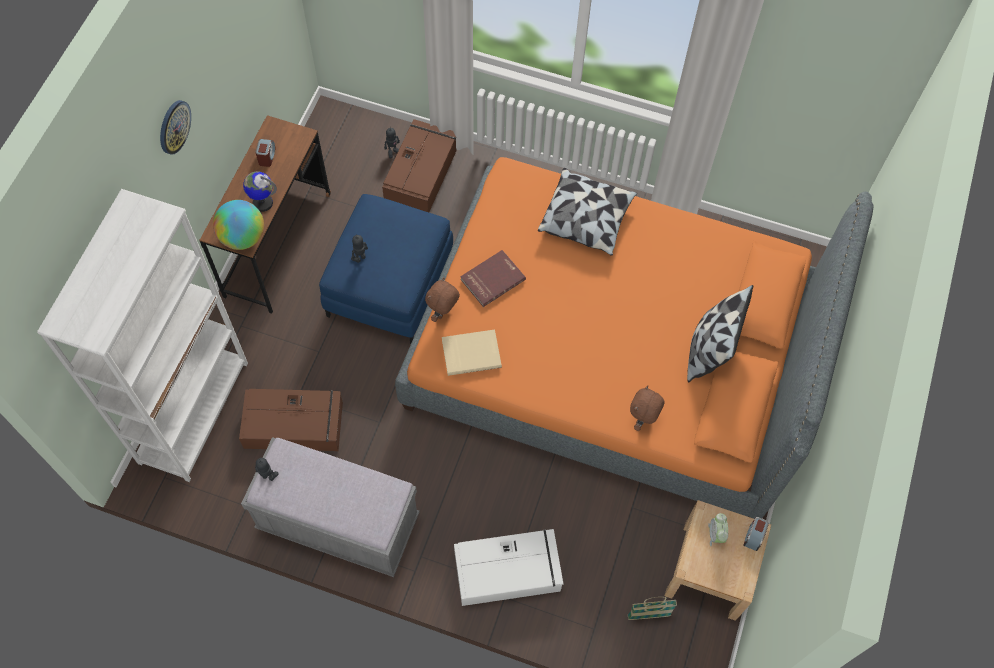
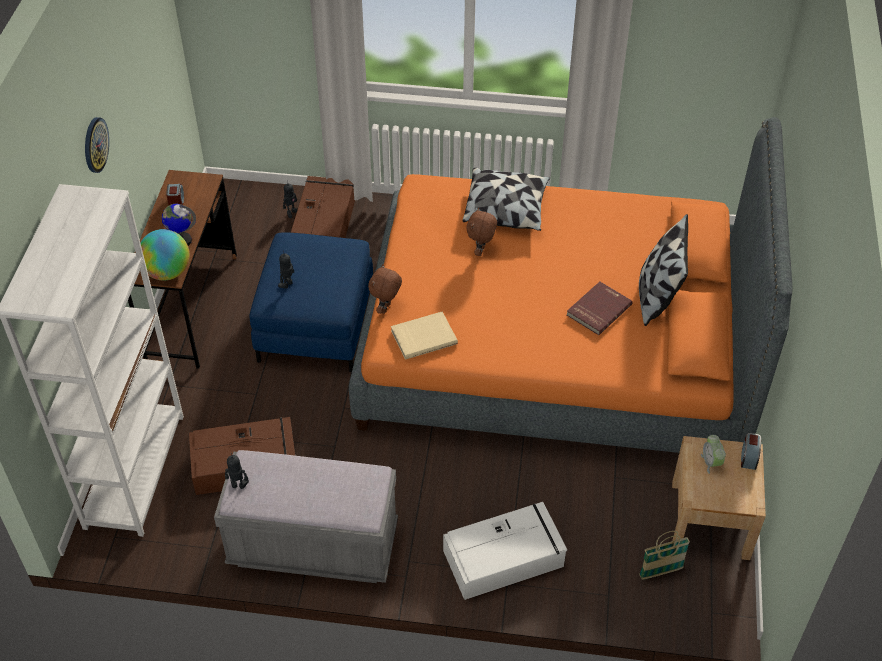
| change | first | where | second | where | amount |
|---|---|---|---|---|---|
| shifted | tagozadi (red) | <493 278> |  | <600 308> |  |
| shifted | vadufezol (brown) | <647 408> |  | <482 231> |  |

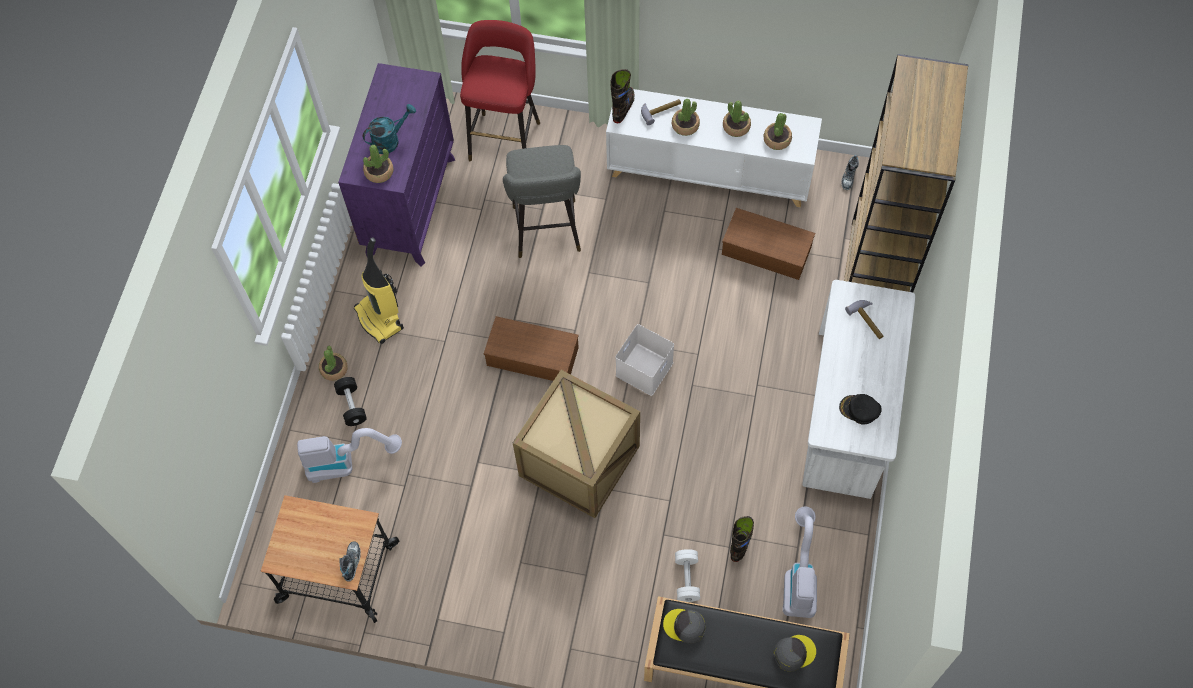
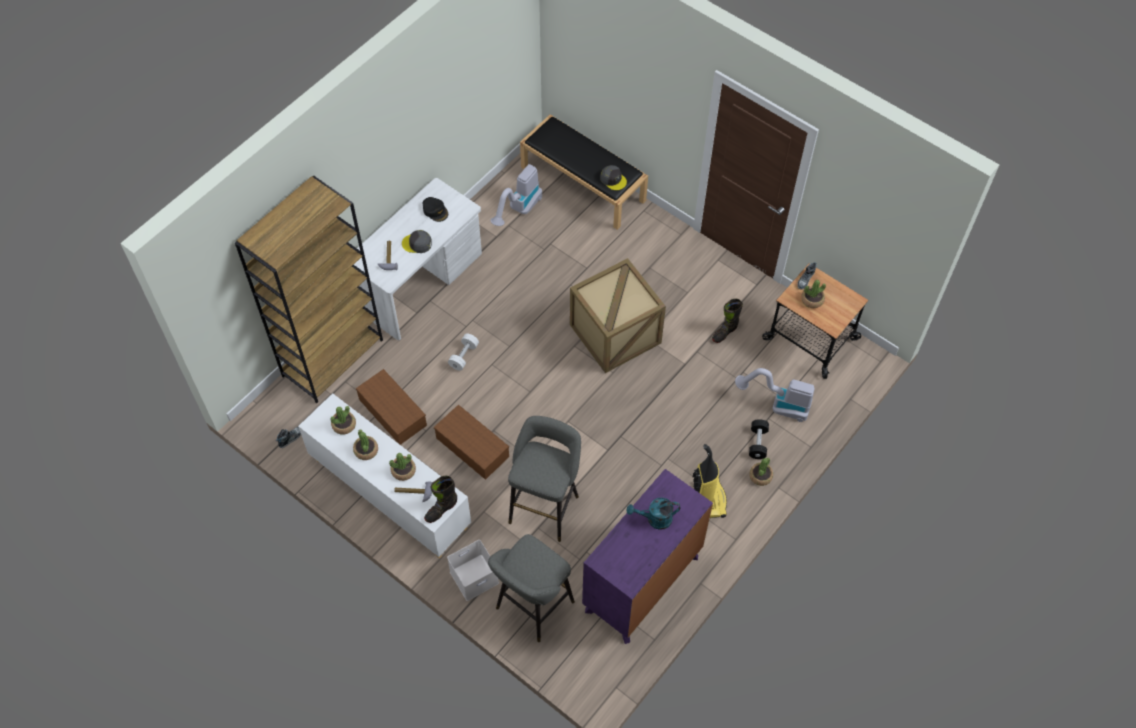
| change | first | where | second | where | amount |
|---|---|---|---|---|---|
| shifted | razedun | <378 164> |  | <813 294> |  |
| shifted | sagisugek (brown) | <531 348> |  | <471 442> |  |
| shifted | sagisugek (white) | <645 360> |  | <473 570> |  |
| shifted | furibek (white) | <687 575> |  | <463 352> |  |
| shifted | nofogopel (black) | <742 539> |  | <727 320> |  |
| shifted | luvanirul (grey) | <794 653> |  | <417 241> |  |
| repainted | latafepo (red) | <500 90> | latafepo (grey) | <531 588> |  |

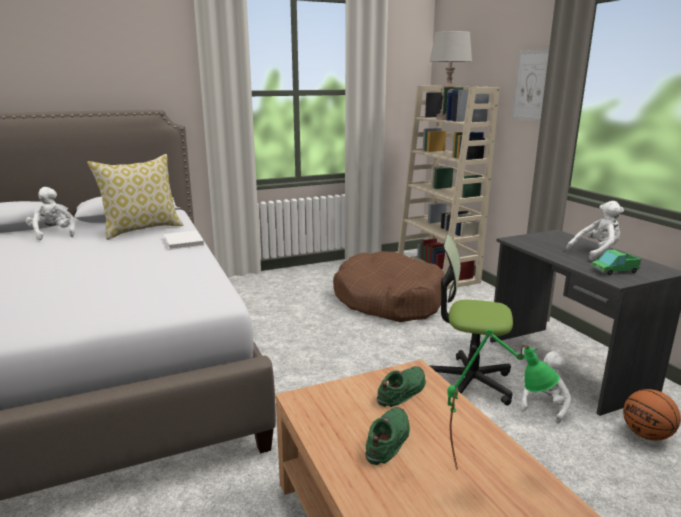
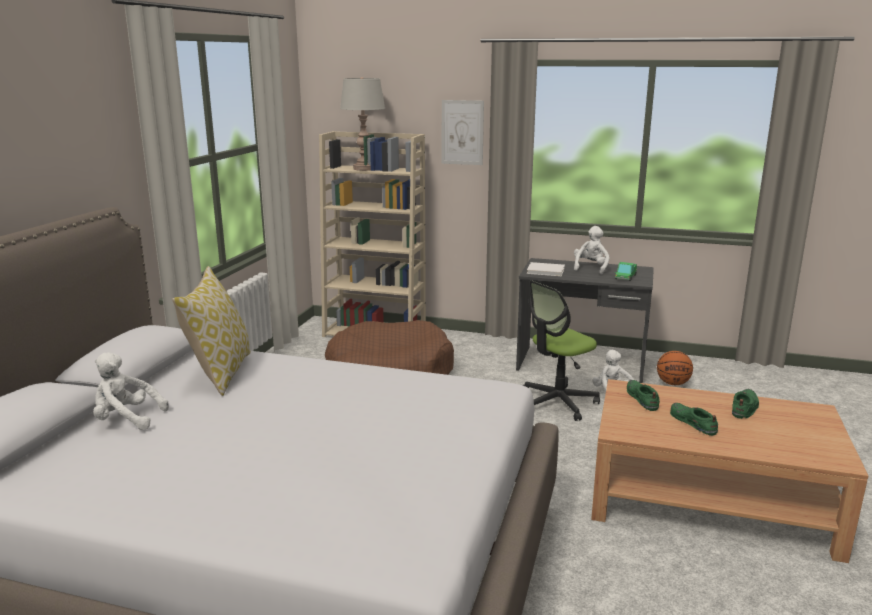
| change | first | where | second | where | amount |
|---|---|---|---|---|---|
| shifted | tagozadi (white) | <184 240> |  | <546 269> |  |
| swapped | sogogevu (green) | <503 400> | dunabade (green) | <745 404> |  |

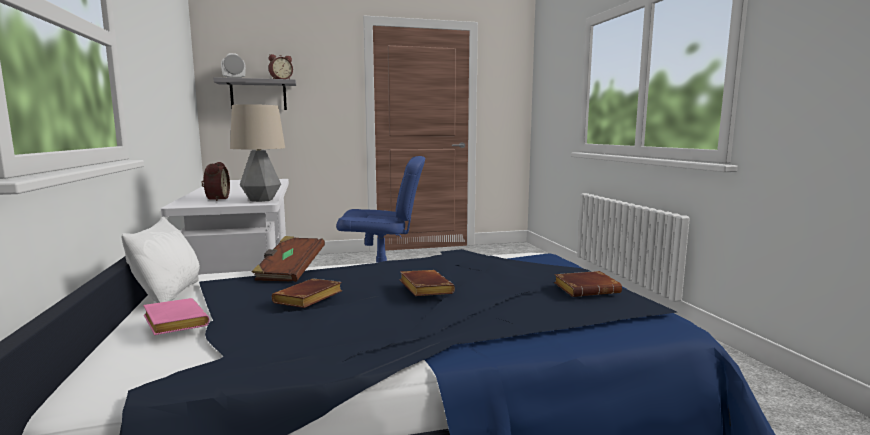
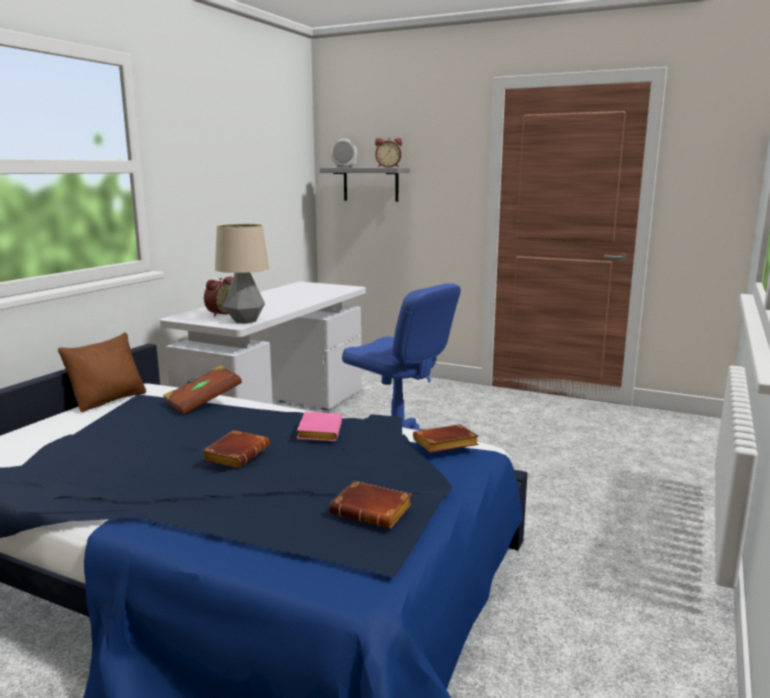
| change | first | where | second | where | amount |
|---|---|---|---|---|---|
| shifted | tagozadi (pink) | <176 316> |  | <319 426> |  |
| shifted | tagozadi (brown) | <307 293> |  | <446 438> |  |
| repainted | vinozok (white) | <160 260> | vinozok (brown) | <102 372> |  |

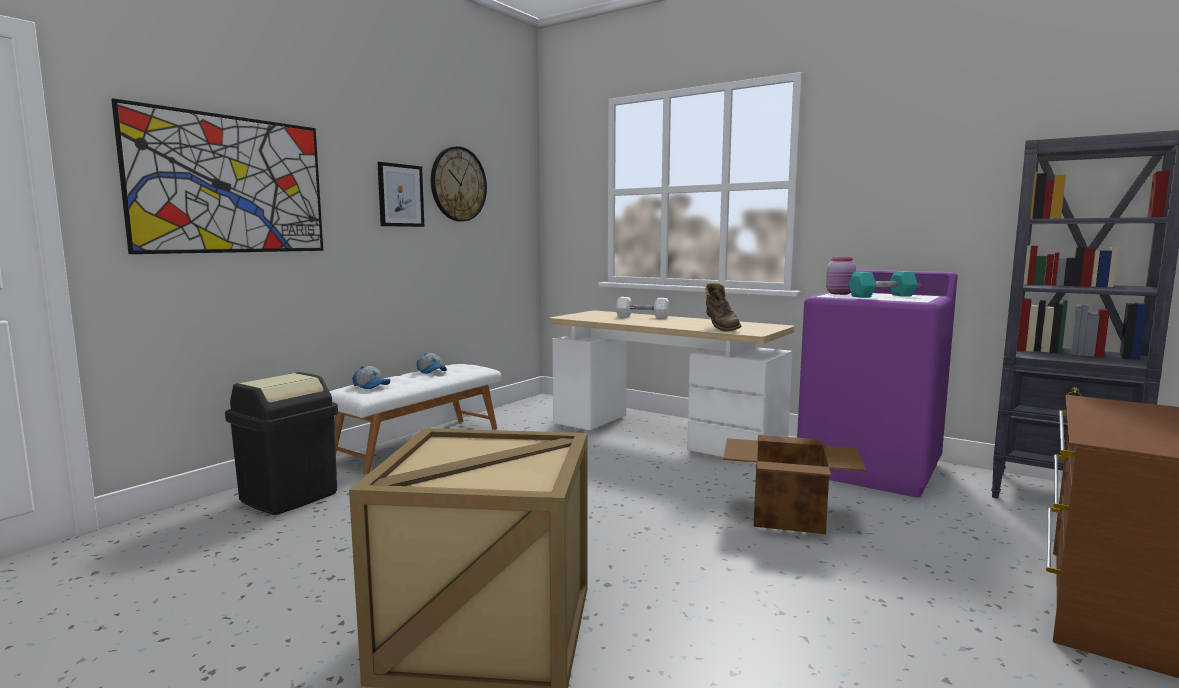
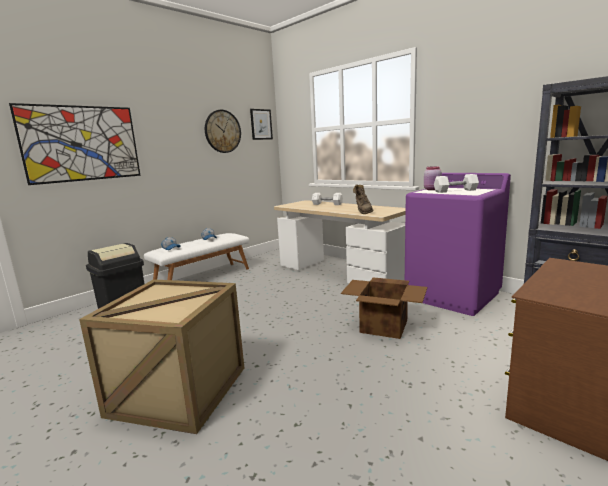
| change | first | where | second | where | amount |
|---|---|---|---|---|---|
| shifted | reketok | <401 194> |  | <261 124> |  |
| repainted | furibek (turquoise) | <883 284> | furibek (white) | <456 183> |  |

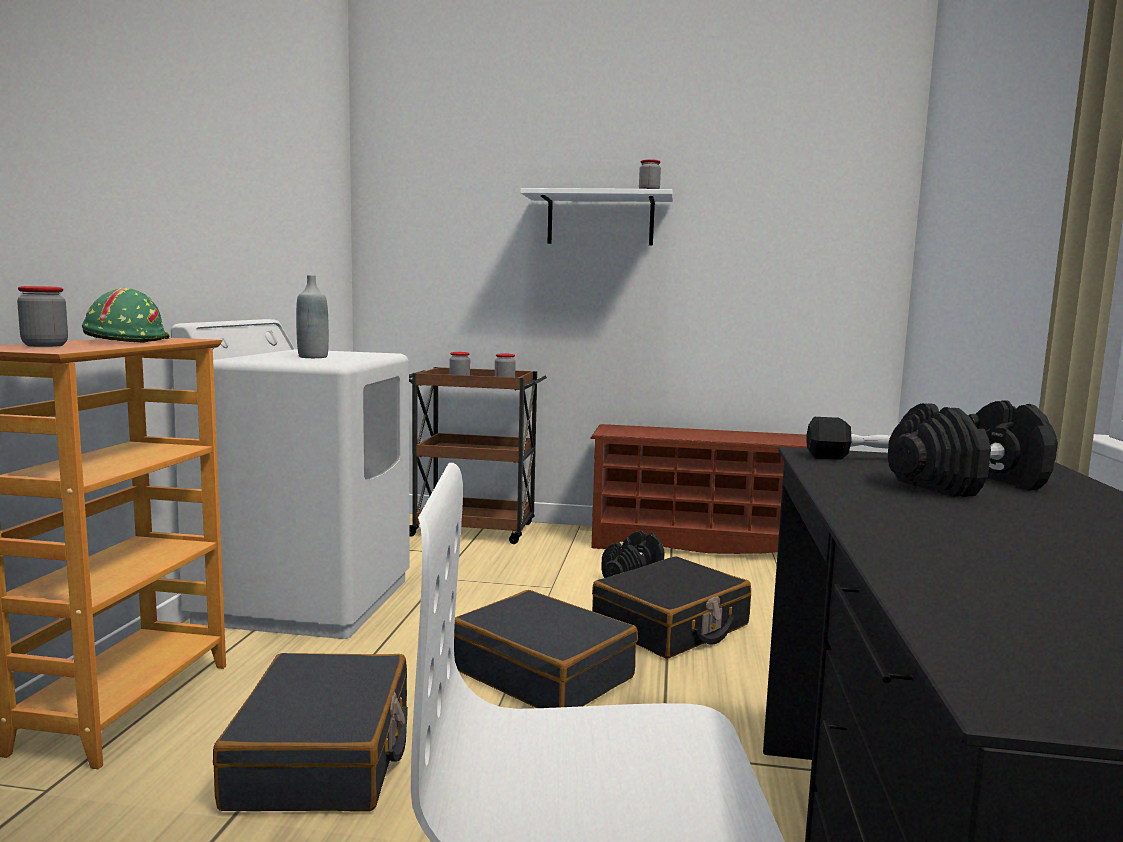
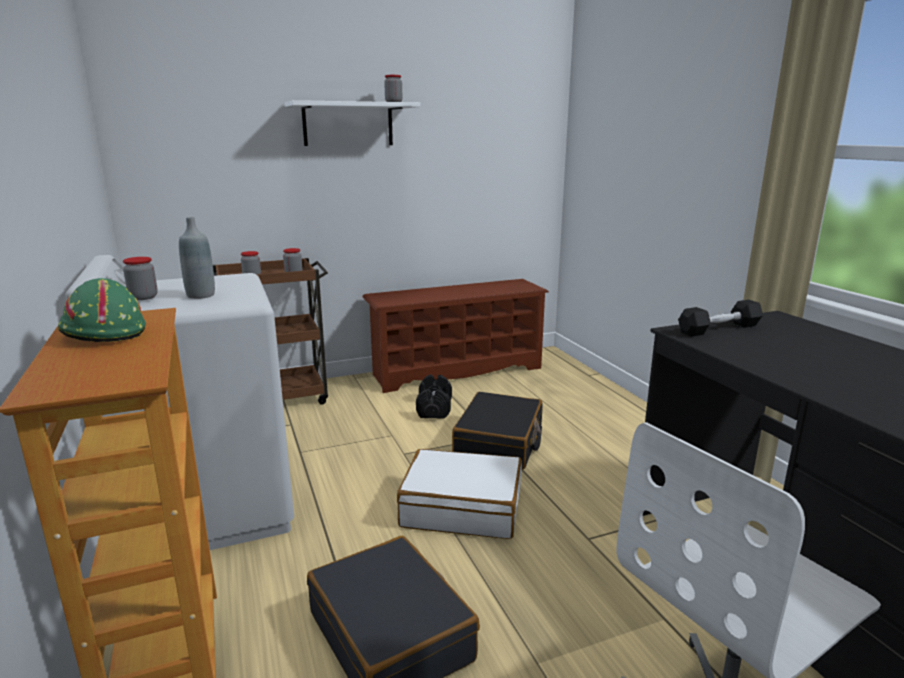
| change | first | where | second | where | amount |
|---|---|---|---|---|---|
| gone | furibek (black) | <973 448> |  |  |  |
| shifted | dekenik | <42 316> |  | <140 278> |  |
| repainted | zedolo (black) | <546 649> | zedolo (white) | <459 494> |  |

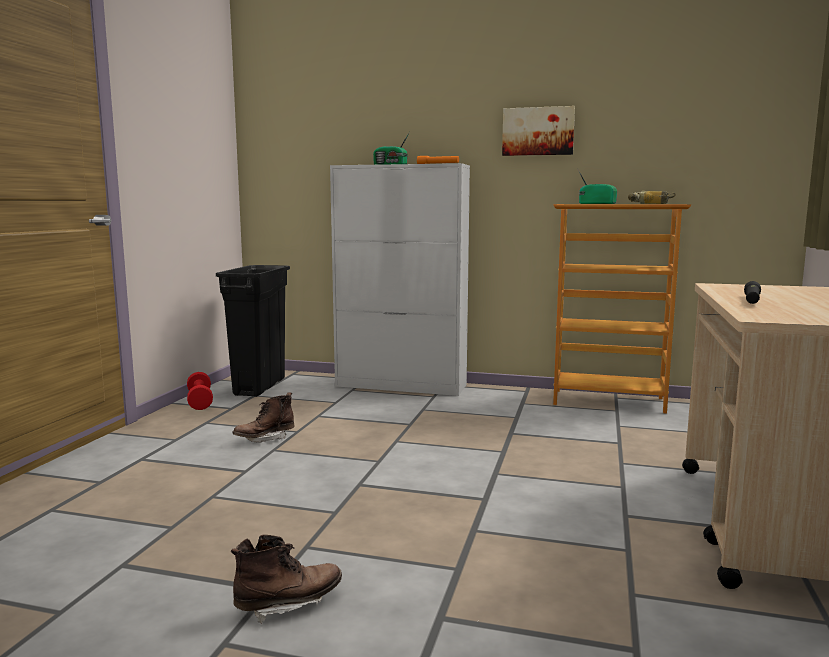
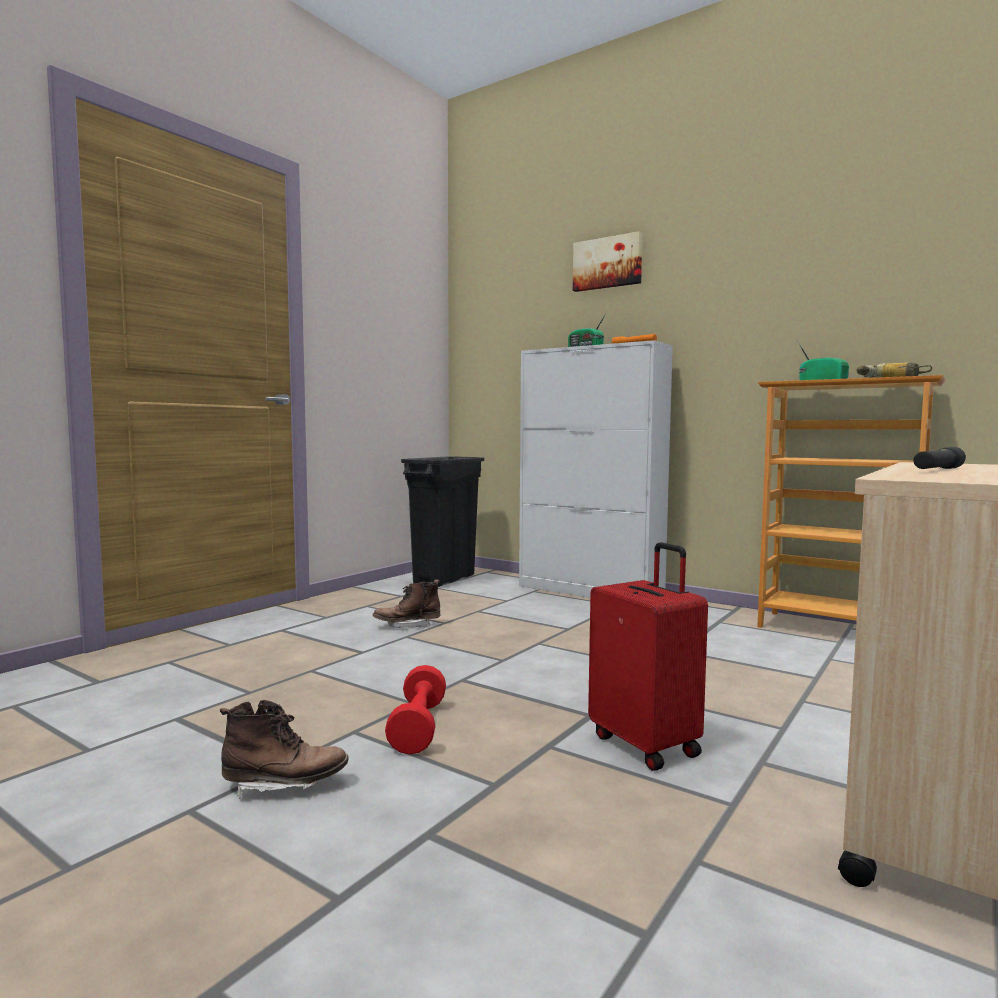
| change | first | where | second | where | amount |
|---|---|---|---|---|---|
| new |  |  | zedolo (red) | <648 656> |  |
| shifted | furibek (red) | <200 391> |  | <415 709> |  |
| shifted | reketok | <538 131> |  | <607 261> |  |

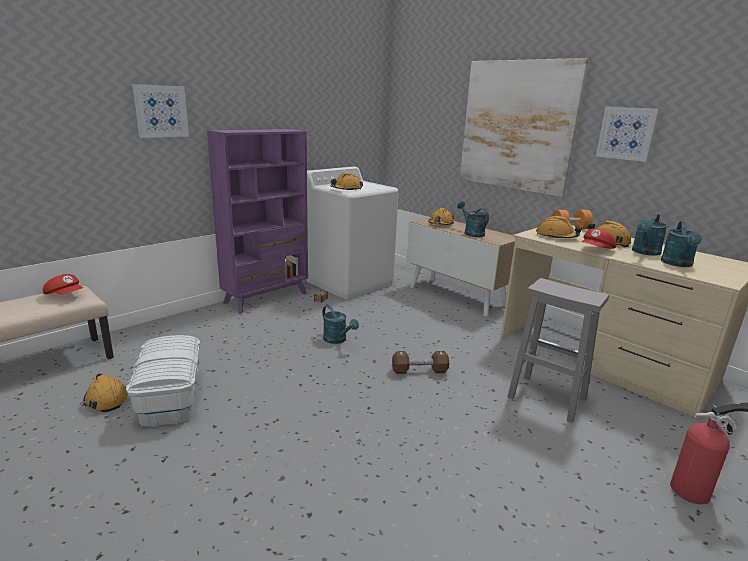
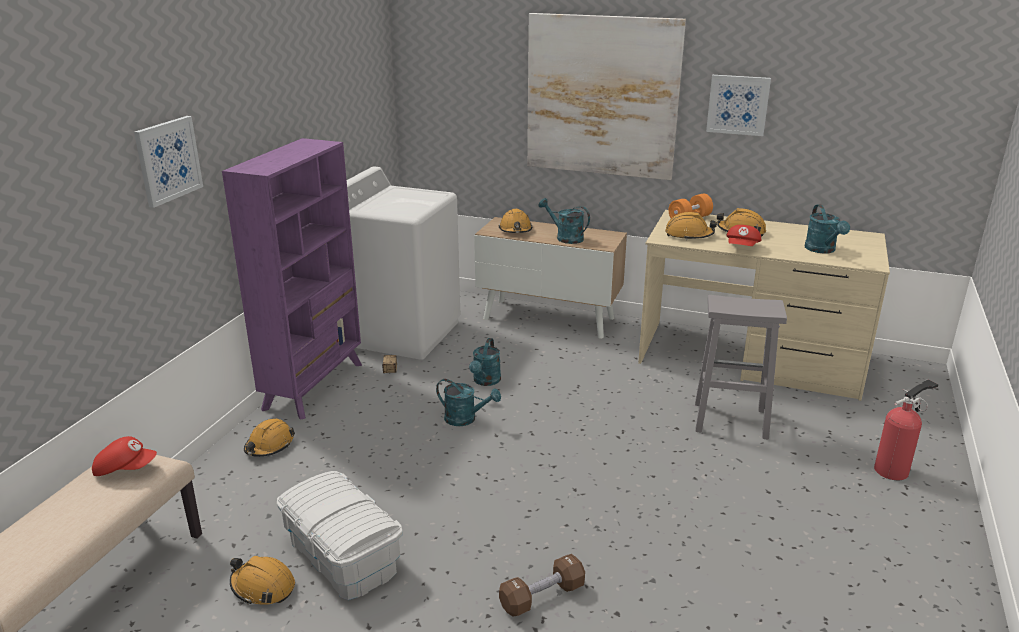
| change | first | where | second | where | amount |
|---|---|---|---|---|---|
| shifted | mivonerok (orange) | <347 182> |  | <269 438> |  |
| shifted | furibek (brown) | <420 362> |  | <542 585> |  |
| shifted | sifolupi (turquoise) | <649 235> |  | <485 362> |  |

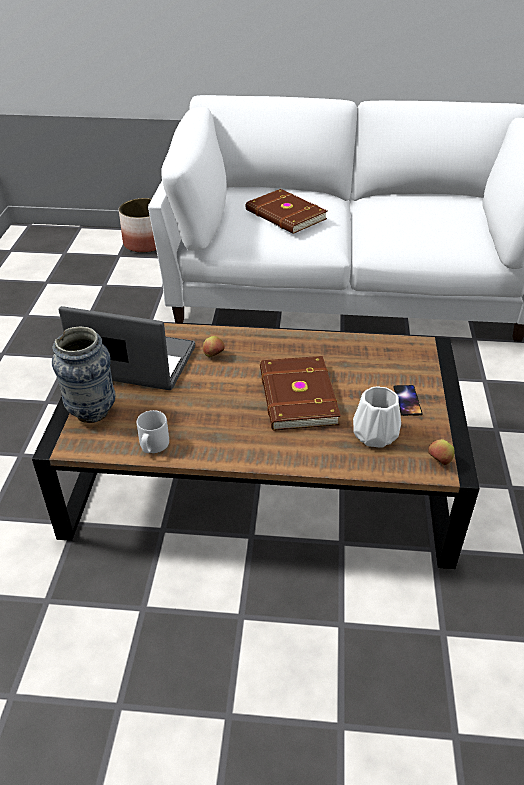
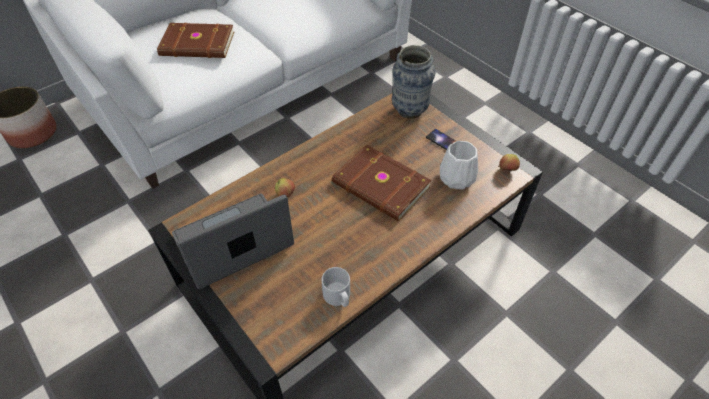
| change | first | where | second | where | amount |
|---|---|---|---|---|---|
| shifted | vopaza | <83 374> |  | <414 82> |  |

